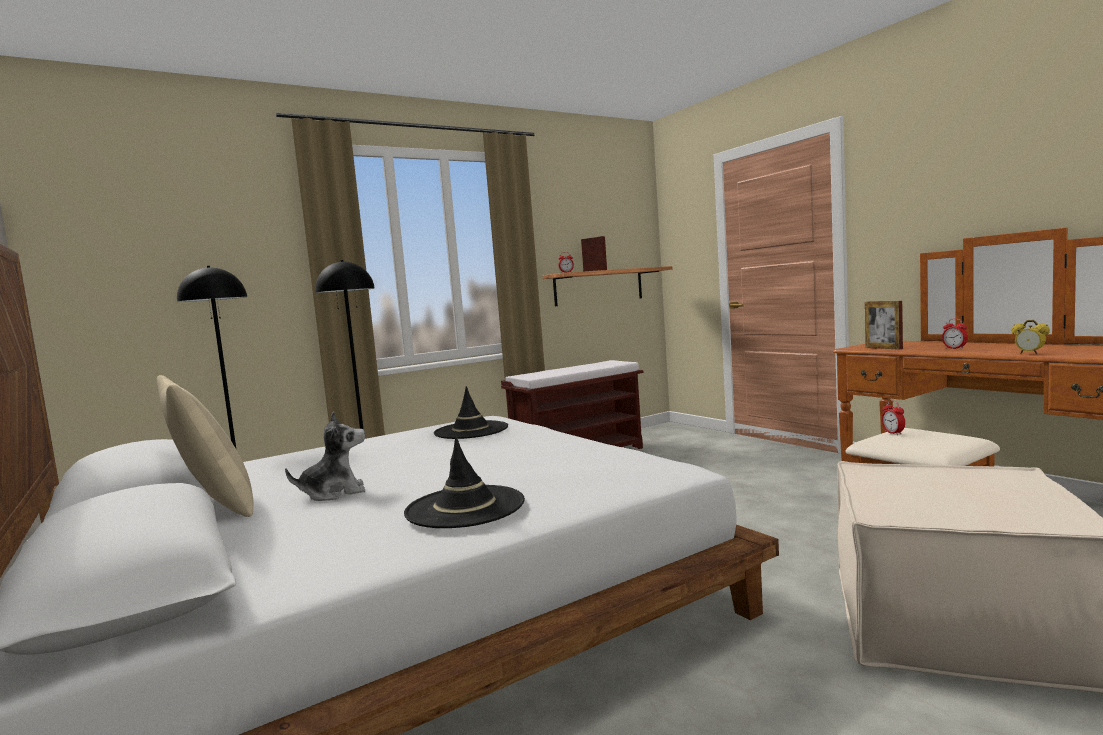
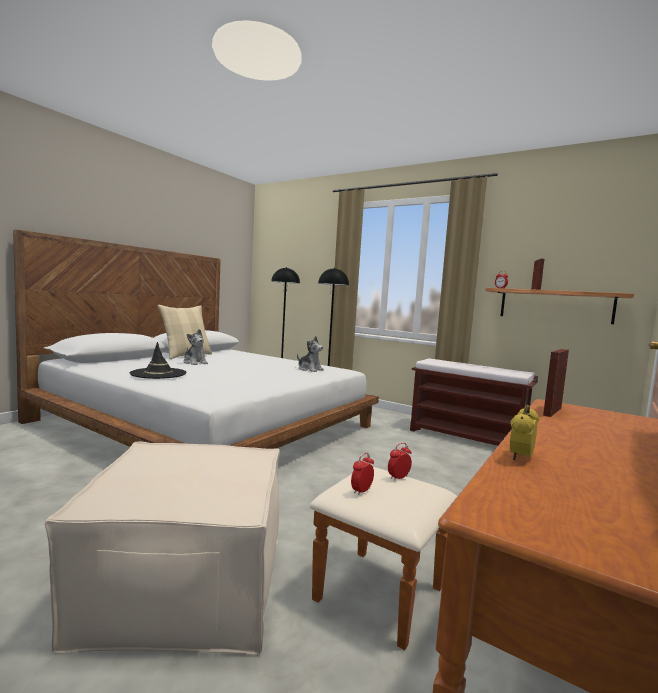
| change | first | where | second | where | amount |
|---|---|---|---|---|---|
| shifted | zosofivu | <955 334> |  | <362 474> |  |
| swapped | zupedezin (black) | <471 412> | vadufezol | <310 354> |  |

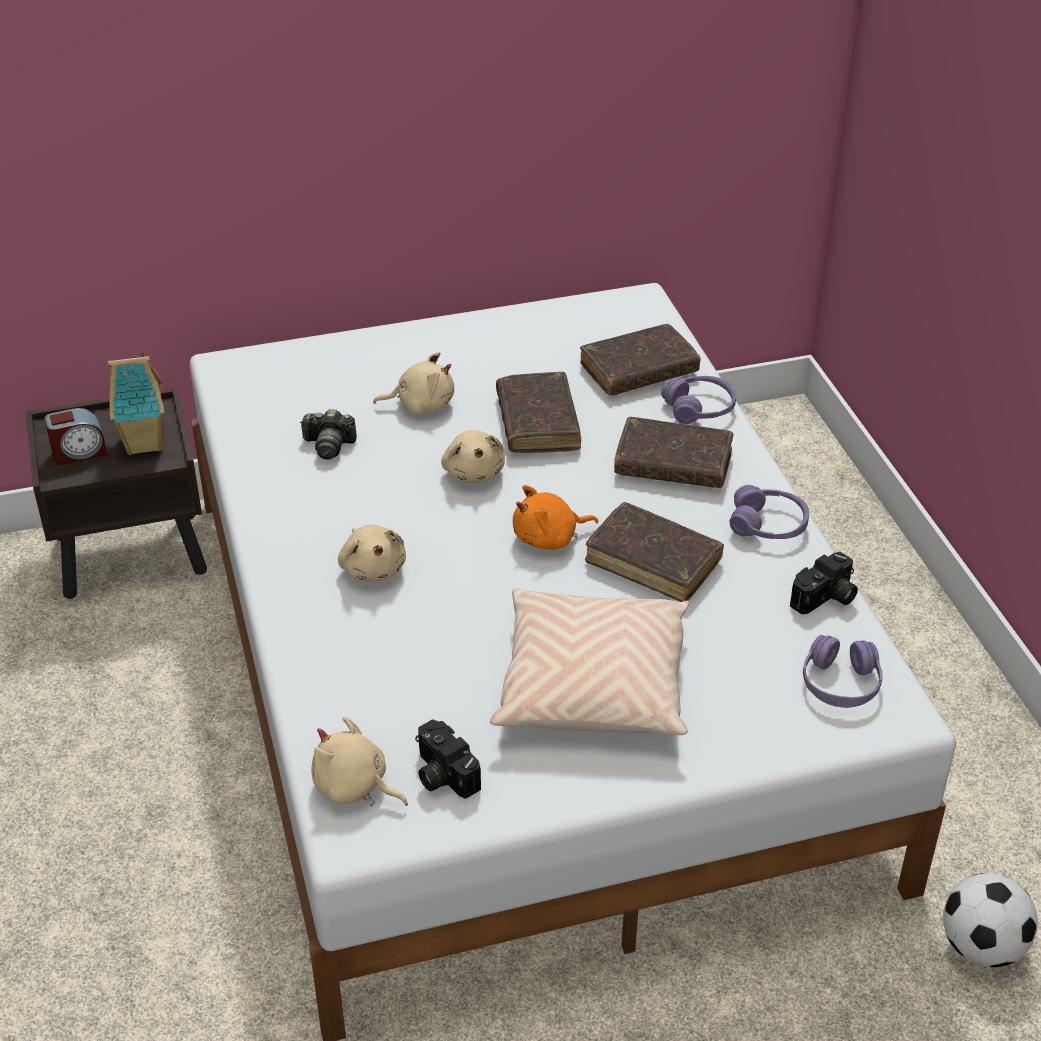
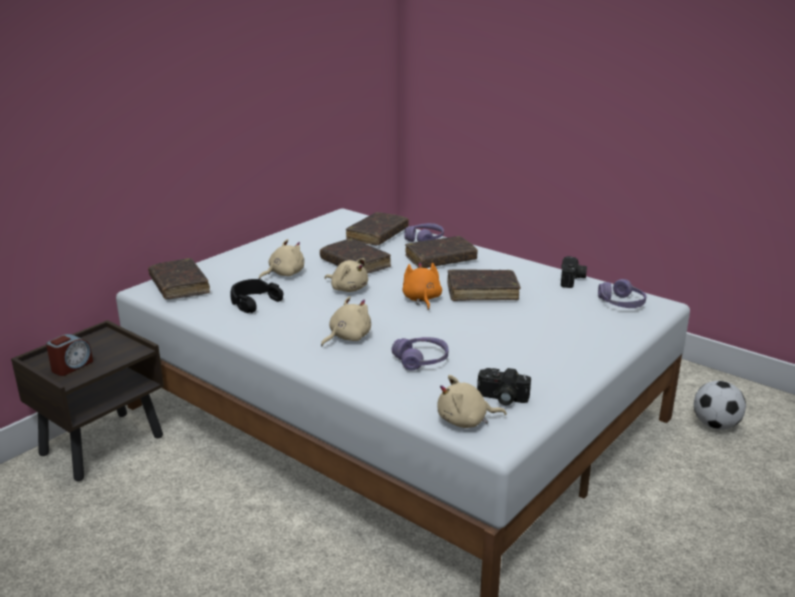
| change | first | where | second | where | amount |
|---|---|---|---|---|---|
| gone | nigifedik | <136 403> |  |  |  |
| gone | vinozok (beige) | <589 661> |  |  |  |
| new |  |  | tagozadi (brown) | <179 278> |  |
| shifted | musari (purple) | <769 512> |  | <420 354> |  |
| swapped | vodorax | <328 434> | musari (black) | <256 296> |  |
| rotated | vadufezol (beige) | <372 553> |  | <346 321> | 75 degrees counterclockwise |
| rotated | vadufezol (orange) | <555 517> |  | <422 286> | 135 degrees clockwise |

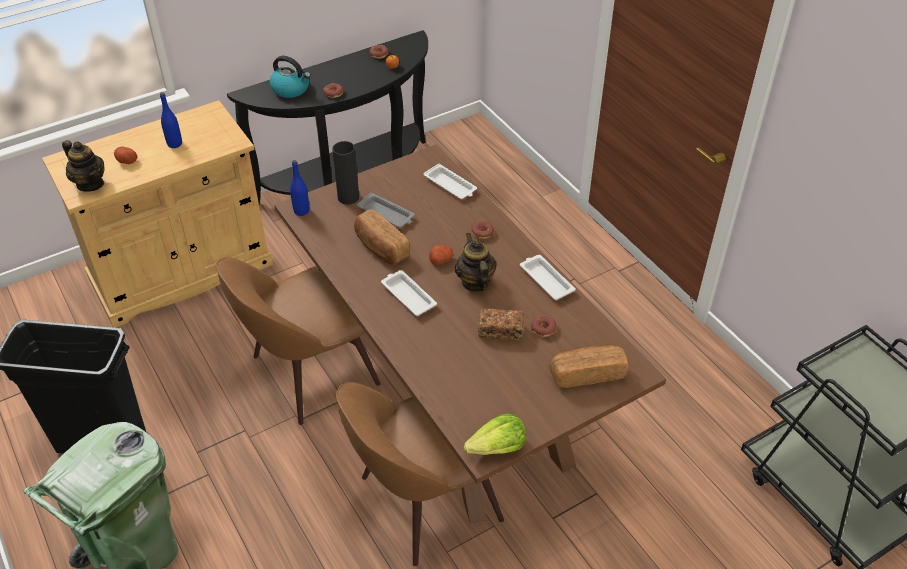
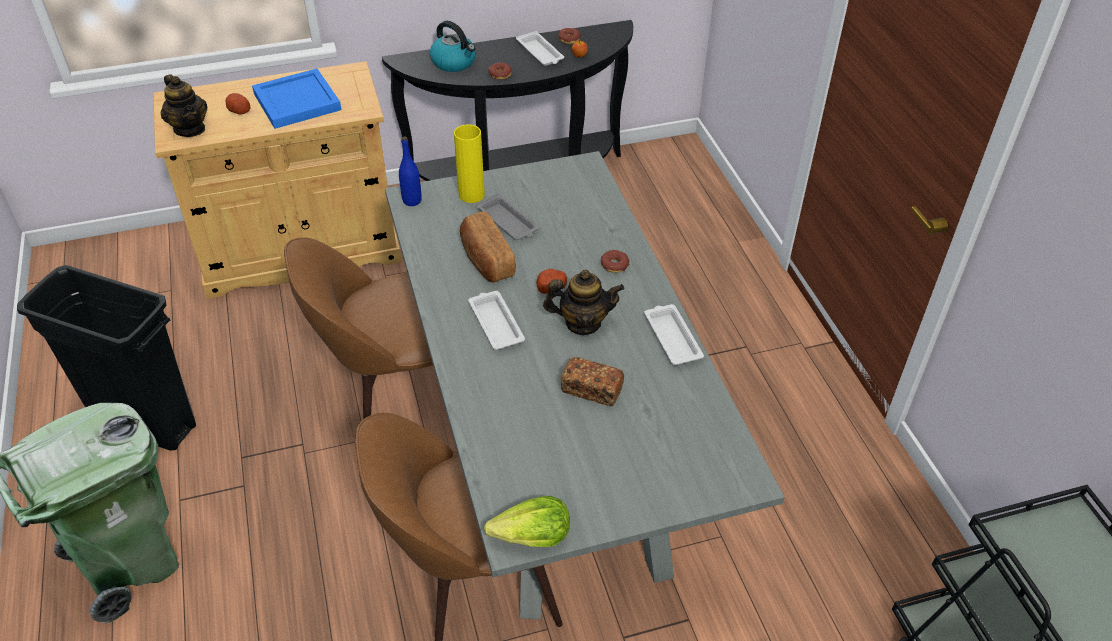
| change | first | where | second | where | amount |
|---|---|---|---|---|---|
| gone | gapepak | <543 326> |  |  |  |
| gone | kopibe | <588 366> |  |  |  |
| shifted | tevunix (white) | <450 181> |  | <540 48> |  |
| swapped | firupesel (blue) | <171 120> | tevunix (blue) | <297 98> |  |
| repainted | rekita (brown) | <470 333> | rekita (grey) | <585 385> |  |
| repainted | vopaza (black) | <345 173> | vopaza (yellow) | <469 163> |  |
| rotated | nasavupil | <476 262> |  | <583 302> | 90 degrees clockwise |

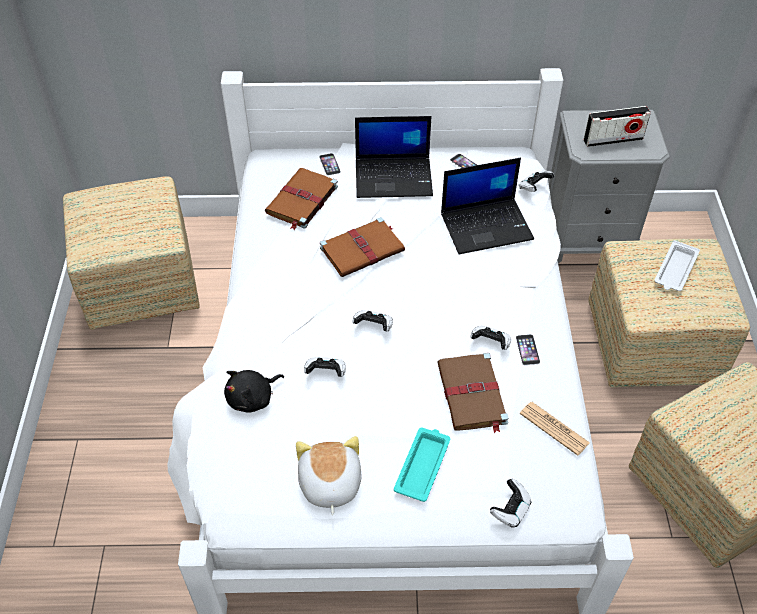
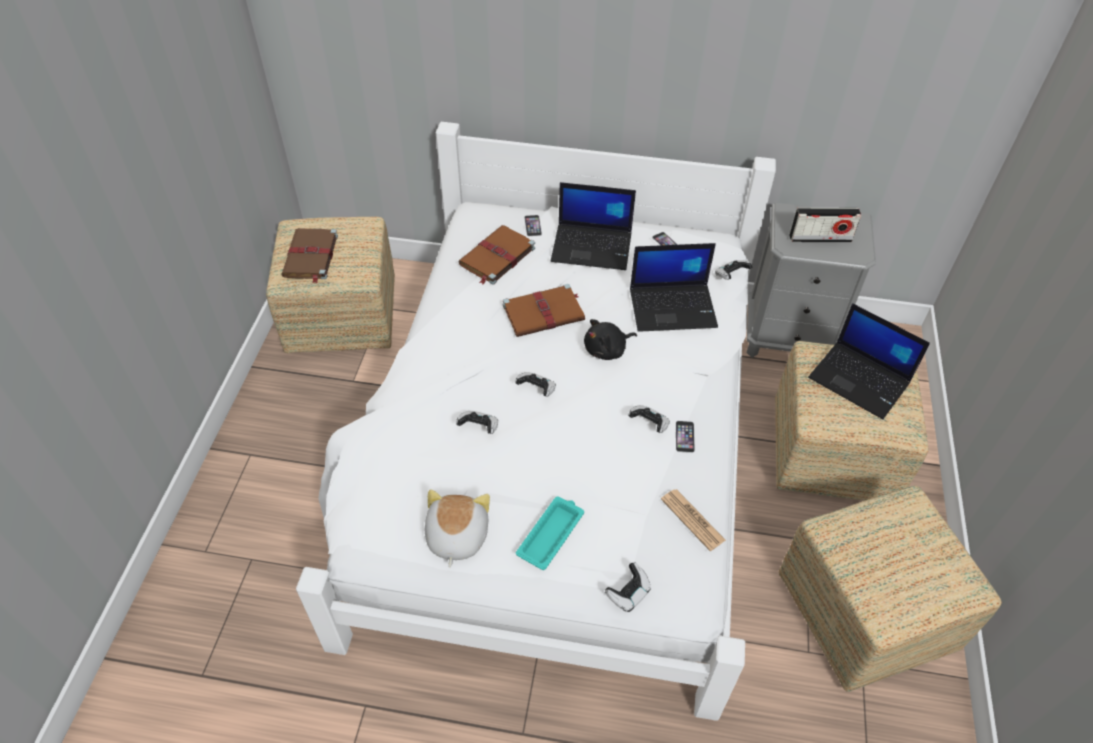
| change | first | where | second | where | amount |
|---|---|---|---|---|---|
| shifted | vadufezol (black) | <254 391> |  | <610 339> |  |
| shifted | tagozadi (brown) | <473 393> |  | <309 255> |  |
| swapped | tevunix (white) | <677 265> | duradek | <869 361> |  |

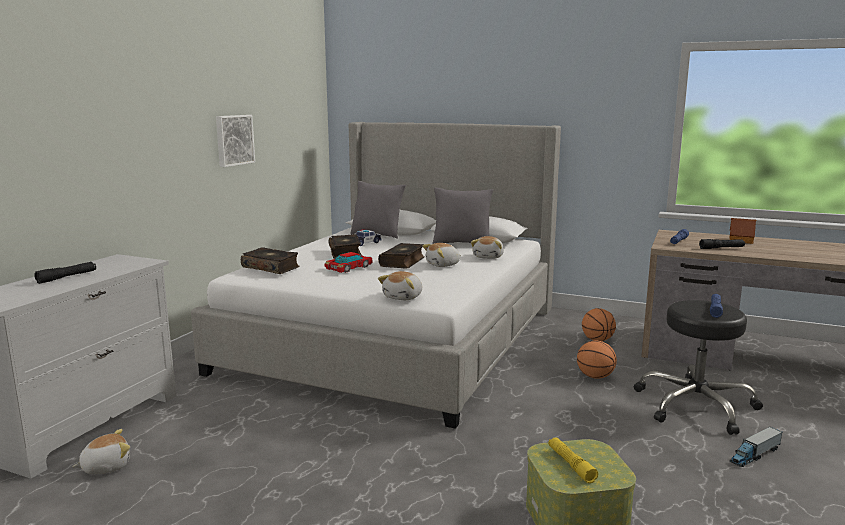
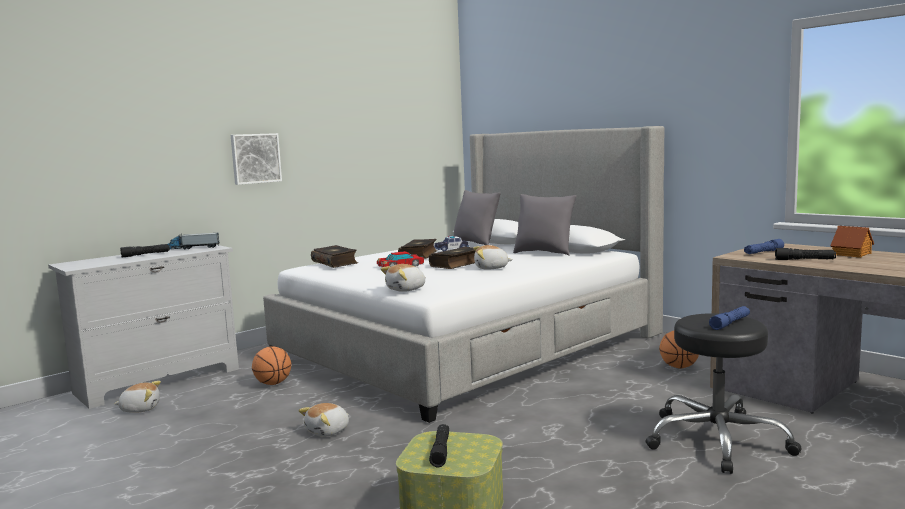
| change | first | where | second | where | amount |
|---|---|---|---|---|---|
| shifted | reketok | <235 141> |  | <256 159> |  |
| shifted | vadufezol | <487 247> |  | <324 420> |  |
| shifted | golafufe | <597 360> |  | <271 365> |  |
| shifted | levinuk | <756 447> |  | <193 241> |  |
| repainted | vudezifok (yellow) | <573 460> | vudezifok (black) | <439 445> |  |

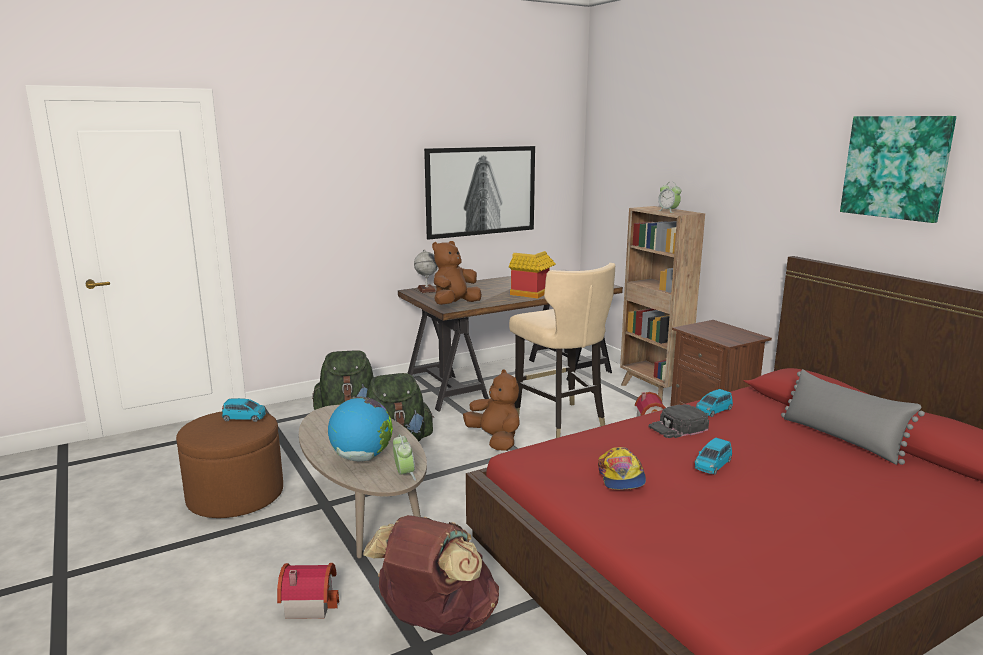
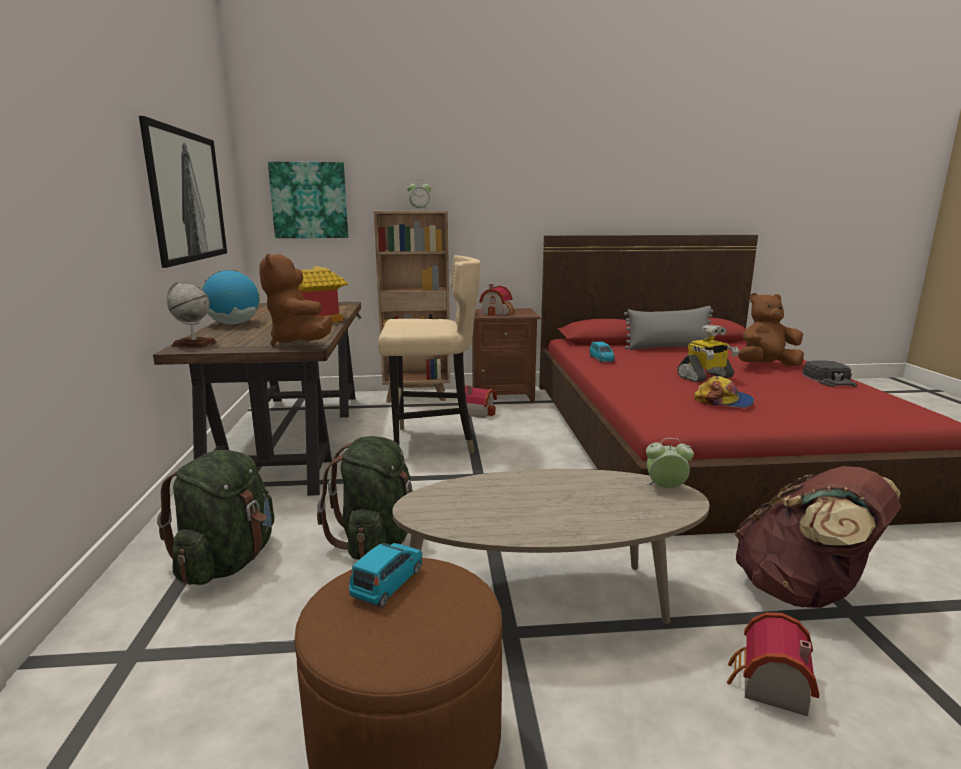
| change | first | where | second | where | amount |
|---|---|---|---|---|---|
| new |  |  | nigifedik | <497 300> |  |
| shifted | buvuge | <360 429> |  | <231 297> |  |
| shifted | vadufezol (brown) | <491 410> |  | <771 329> |  |
| shifted | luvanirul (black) | <678 421> |  | <830 373> |  |
| shifted | reketok | <898 169> |  | <308 200> |  |
| swapped | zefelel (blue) | <713 456> | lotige | <708 353> |  |

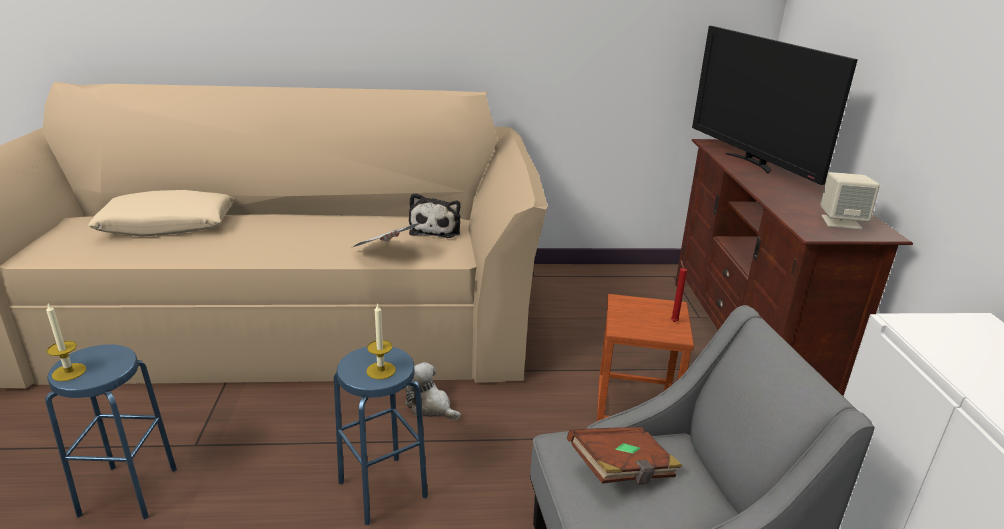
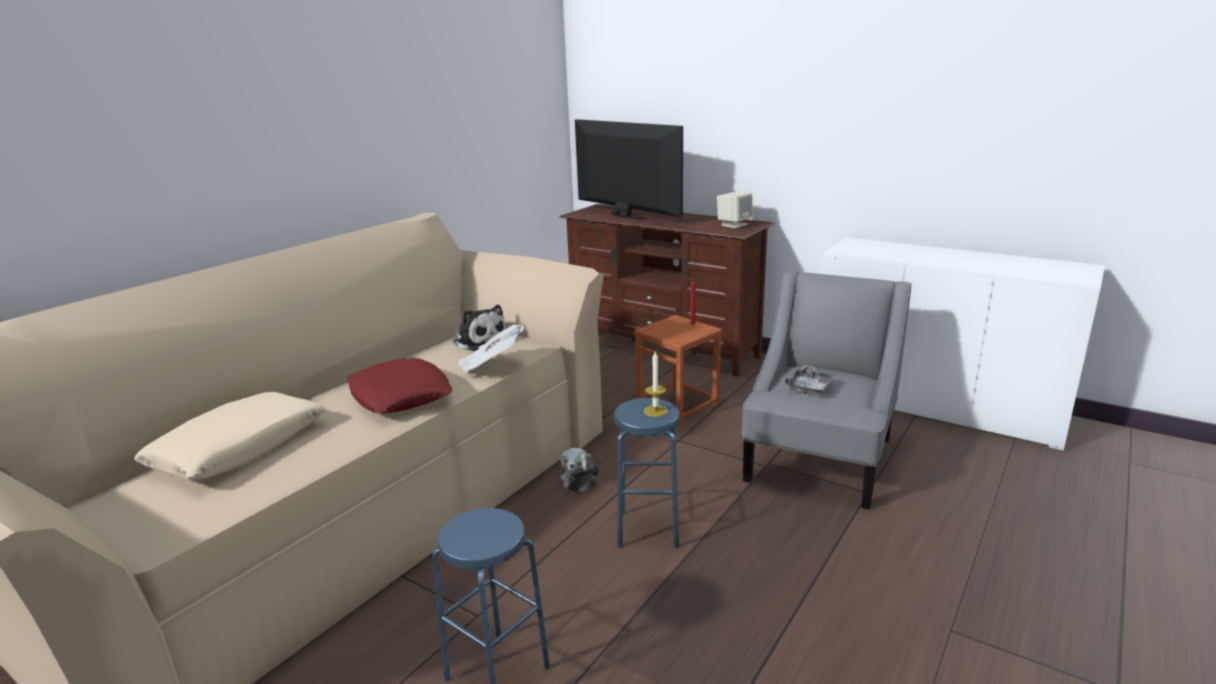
| change | first | where | second | where | amount |
|---|---|---|---|---|---|
| gone | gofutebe | <66 342> |  |  |  |
| new |  |  | vinozok (red) | <400 385> |  |
| swapped | tagozadi (brown) | <624 455> | tevunix (grey) | <810 380> |  |
| rotated | vadufezol | <433 391> |  | <580 470> | 60 degrees counterclockwise |
| rotated | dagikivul | <775 105> |  | <629 169> | 150 degrees counterclockwise |

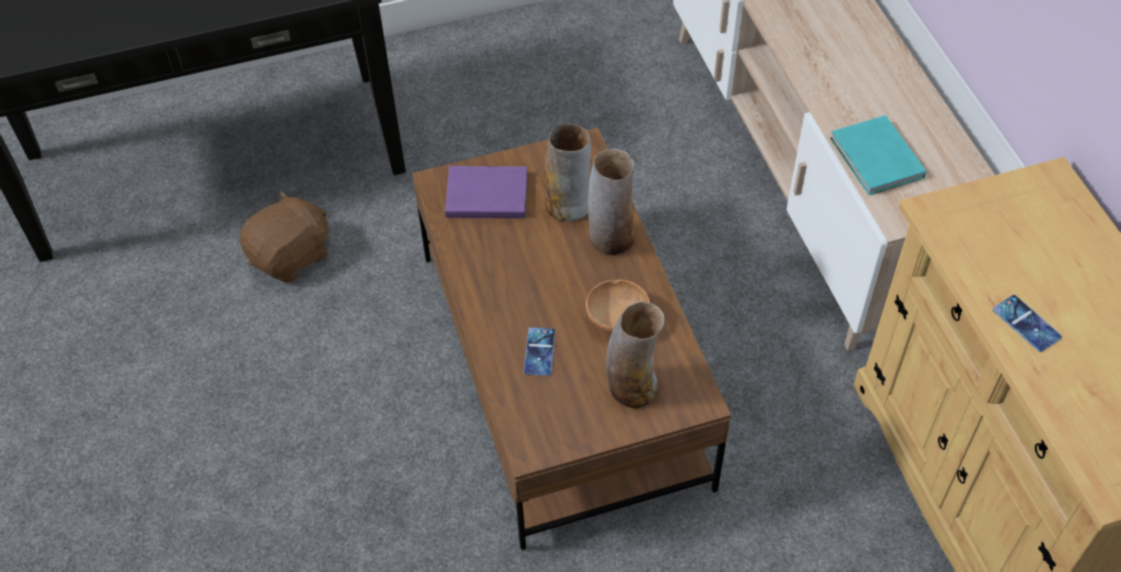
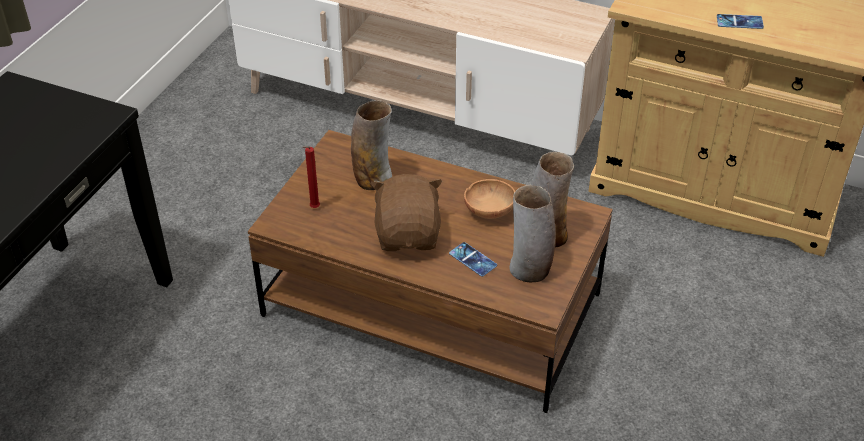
| change | first | where | second | where | amount |
|---|---|---|---|---|---|
| gone | tagozadi (turquoise) | <878 155> |  |  |  |
| shifted | vadufezol (brown) | <284 236> |  | <406 212> |  |
| shifted | vopaza | <611 201> |  | <532 233> |  |
| swapped | tagozadi (purple) | <486 192> | gofutebe (red) | <311 177> |  |

